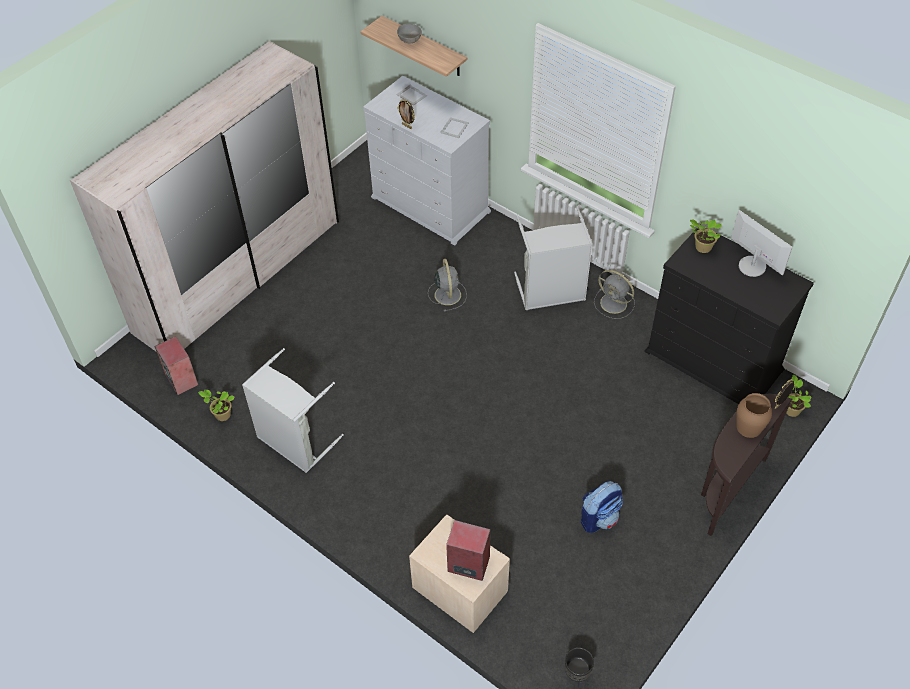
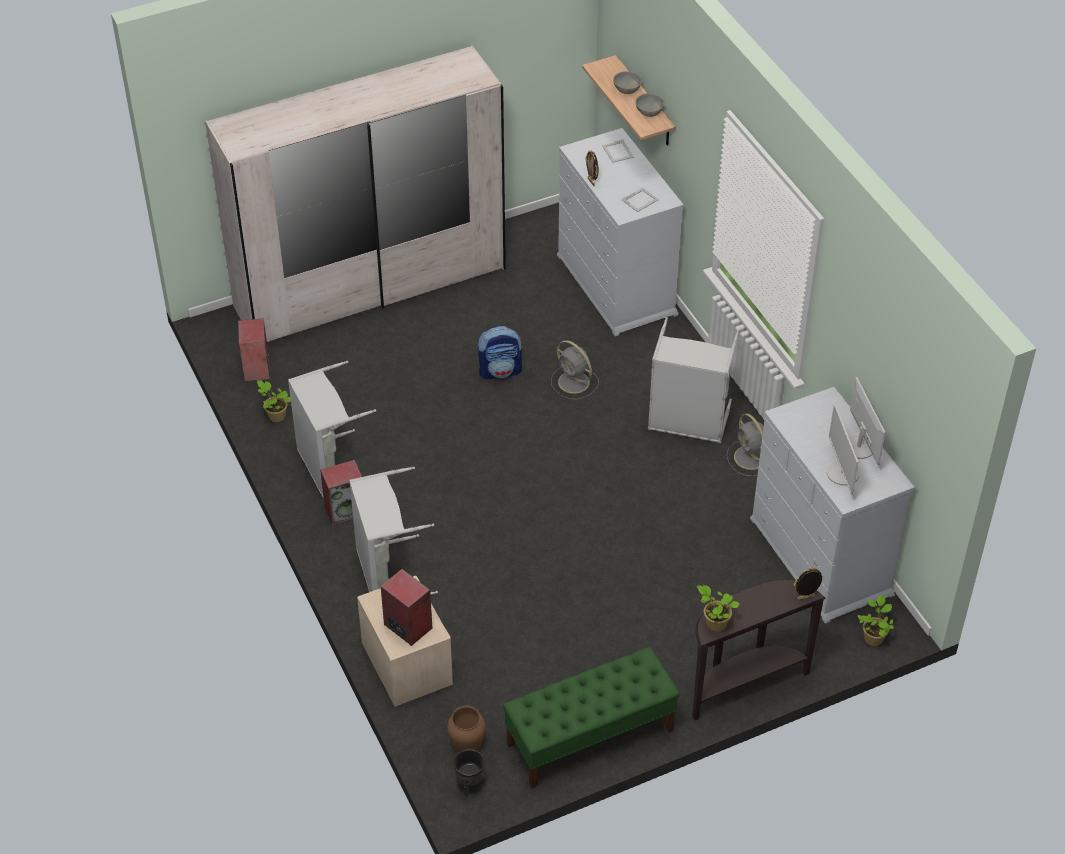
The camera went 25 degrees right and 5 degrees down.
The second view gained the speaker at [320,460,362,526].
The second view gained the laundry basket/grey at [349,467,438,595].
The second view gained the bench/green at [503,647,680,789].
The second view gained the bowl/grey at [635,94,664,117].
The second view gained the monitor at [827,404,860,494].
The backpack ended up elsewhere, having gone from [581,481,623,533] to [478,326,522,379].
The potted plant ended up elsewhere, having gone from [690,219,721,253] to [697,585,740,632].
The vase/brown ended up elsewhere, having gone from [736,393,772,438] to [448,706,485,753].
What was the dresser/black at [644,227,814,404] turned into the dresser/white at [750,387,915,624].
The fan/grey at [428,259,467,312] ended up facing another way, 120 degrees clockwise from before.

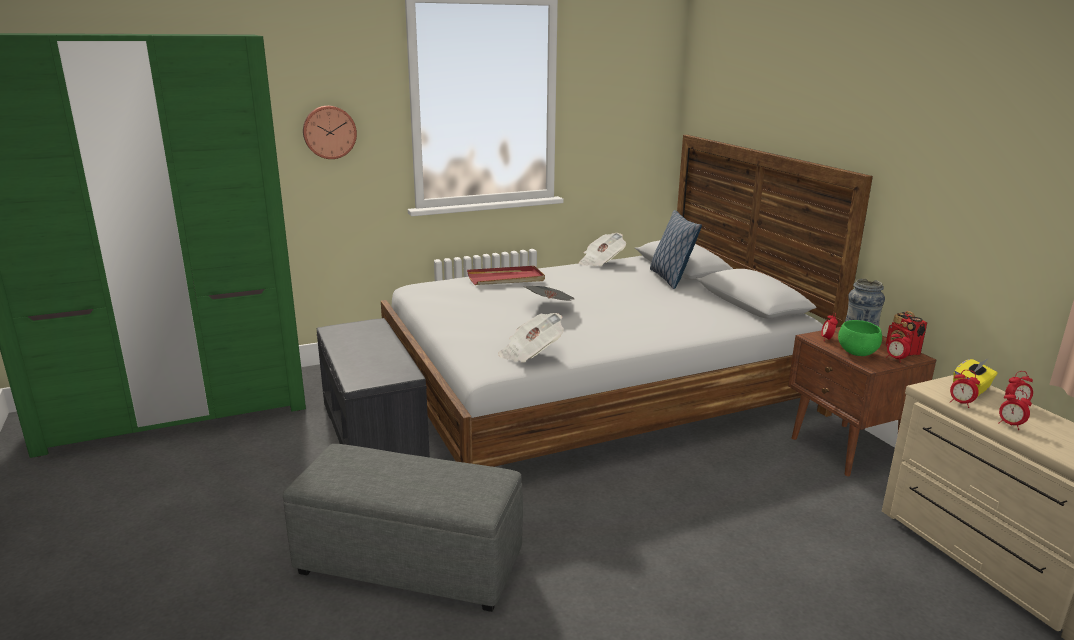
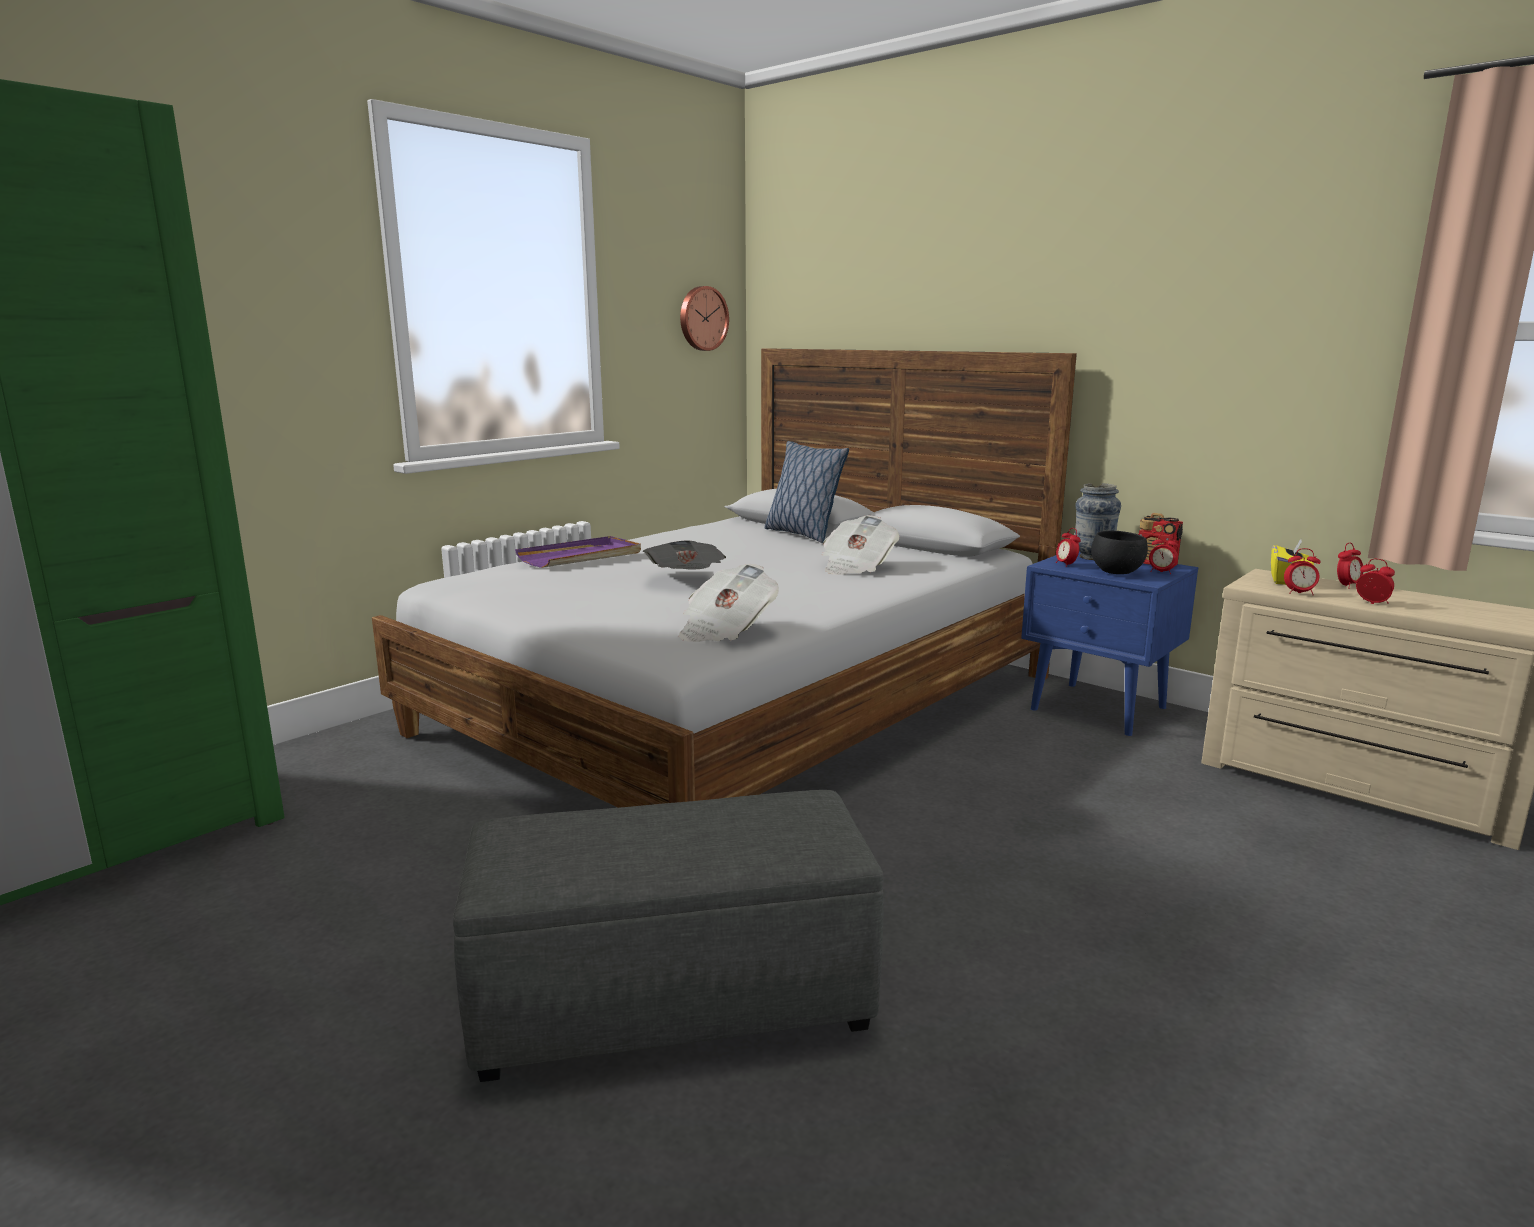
The camera went 25 degrees left and 5 degrees down.
The second view lost the bench/grey at [317,318,430,458].
The wall clock ended up elsewhere, having gone from [303,106,357,159] to [680,286,729,351].
The newspaper ended up elsewhere, having gone from [579,233,626,266] to [822,515,899,575].
What was the tray/red at [467,266,545,285] turned into the tray/purple at [515,536,641,568].
What was the nightstand/brown at [788,327,936,476] turned into the nightstand/blue at [1021,552,1198,736].
What was the bowl/green at [838,320,882,356] turned into the bowl/black at [1091,531,1148,574].
The alarm clock at [998,390,1032,430] ended up facing another way, 150 degrees counterclockwise from before.

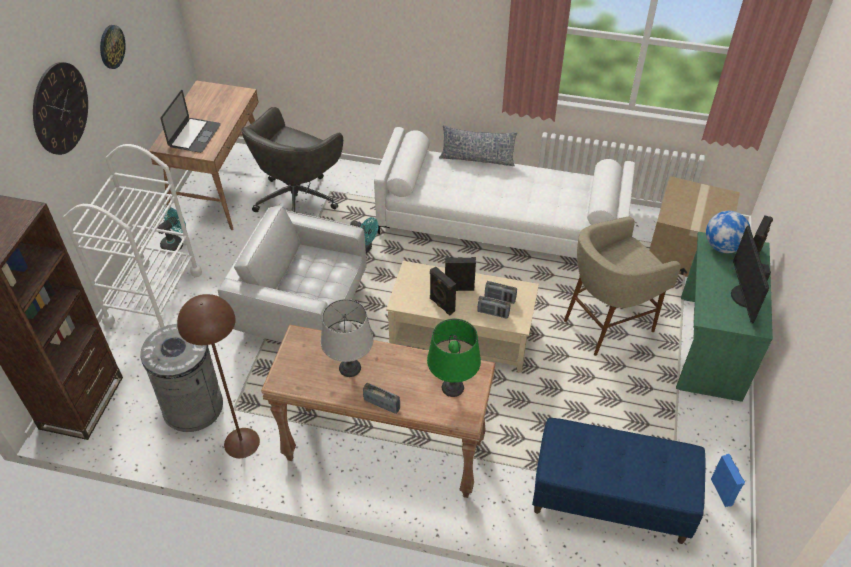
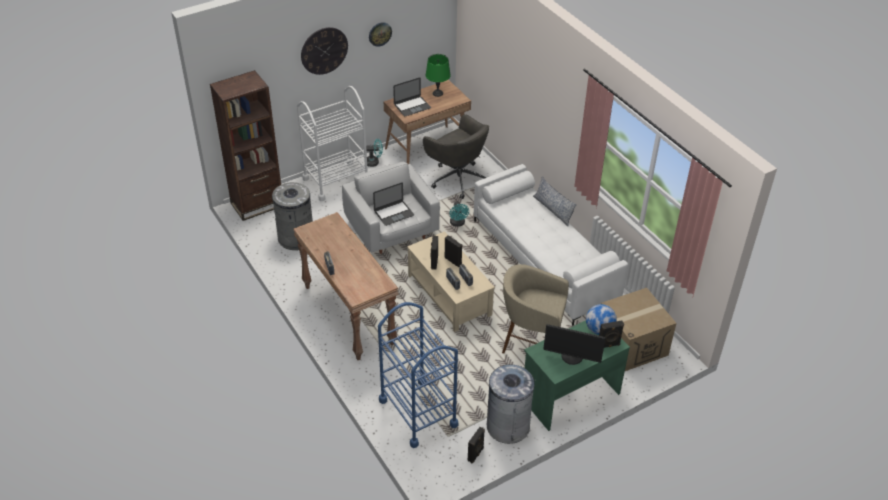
The camera went 45 degrees right and 5 degrees down.
The second view lost the floor lamp/brown at [177,294,260,458].
The second view lost the table lamp/grey at [321,299,374,377].
The second view gained the laptop at [373,183,414,226].
The second view gained the trash can/grey at [487,365,535,444].
The table lamp/green ended up elsewhere, having gone from [427,319,481,397] to [426,54,451,97].
Where the bench/blue stood at [532,418,706,544], the cart/blue came to stand at [378,302,459,448].
What was the speaker/blue at [711,454,745,507] turned into the speaker/black at [468,427,485,463].
The office chair/grey at [241,107,343,212] ended up facing another way, 120 degrees counterclockwise from before.
The monitor at [731,226,771,324] ended up facing another way, 120 degrees counterclockwise from before.

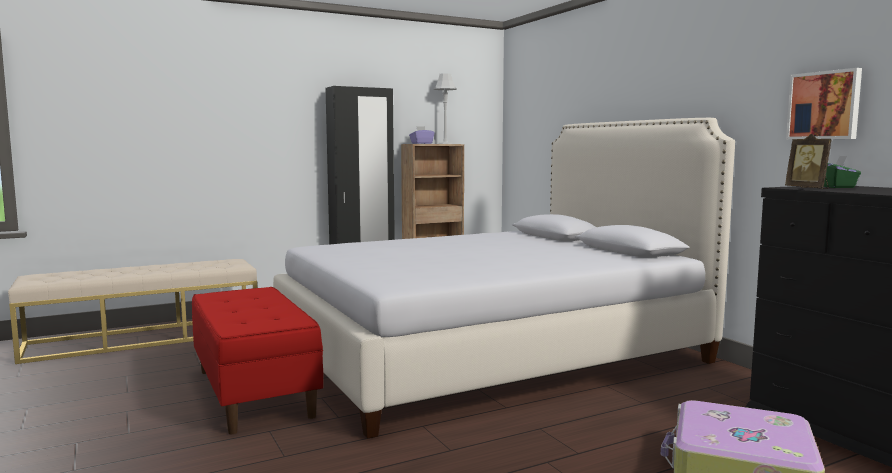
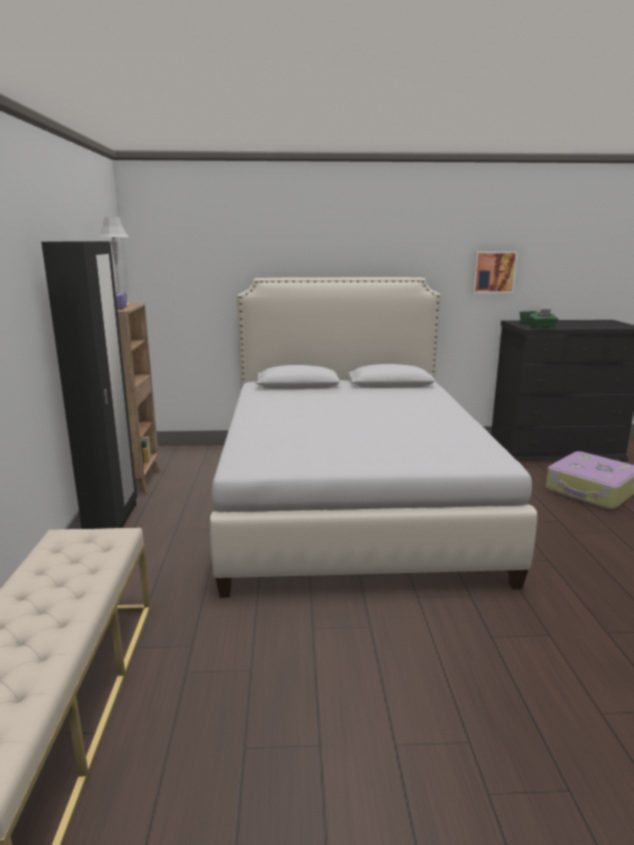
The camera went 65 degrees left and 10 degrees up.
The second view lost the bench/red at [192,287,323,434].
Where the picture frame stood at [785,134,832,189], the tissue box/green came to stand at [530,309,558,329].

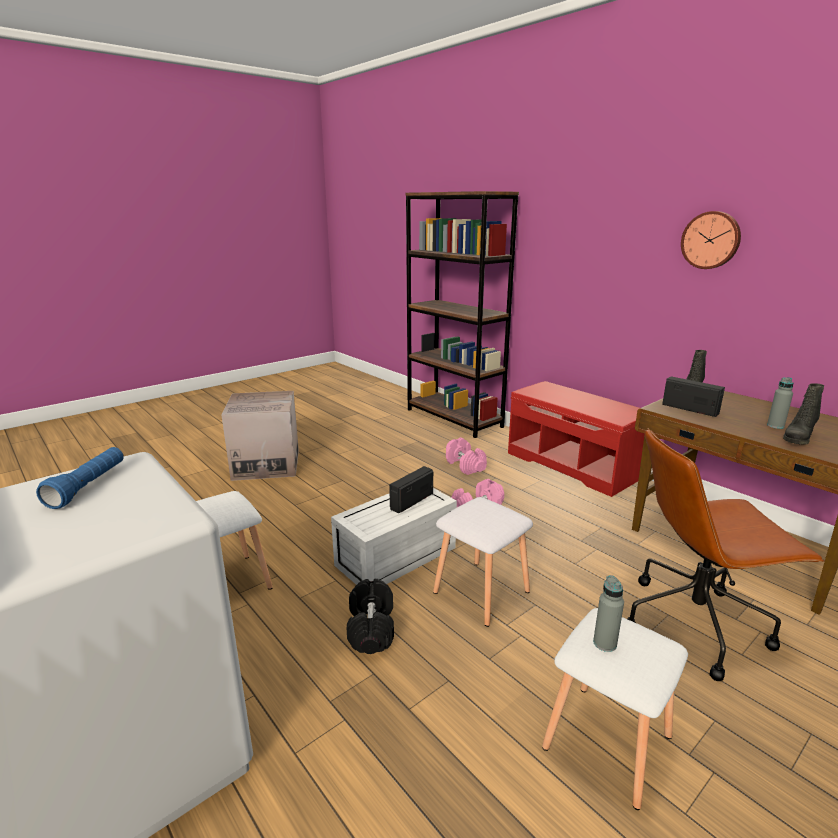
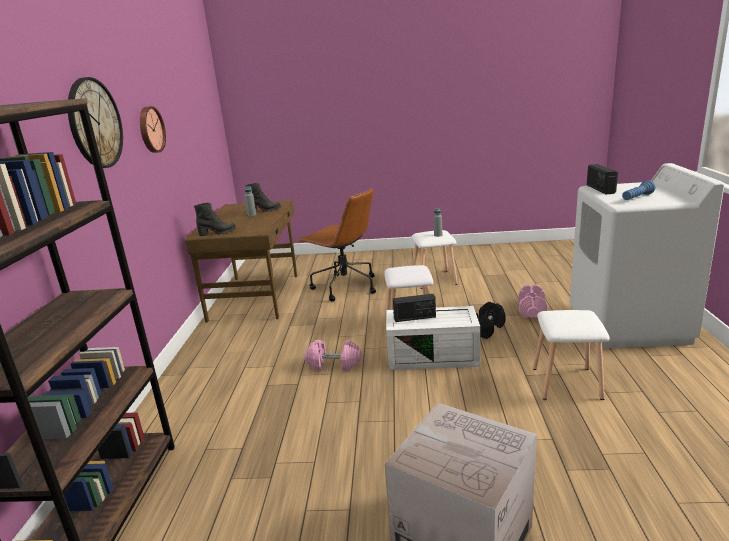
The camera went 135 degrees left and 0 degrees up.
The second view lost the bench/red at [508,381,645,497].
The second view gained the wall clock at [68,77,123,168].
The dumbbell/pink ended up elsewhere, having gone from [446,438,487,475] to [518,284,547,318].
The radio ended up elsewhere, having gone from [662,376,725,417] to [587,164,618,194].

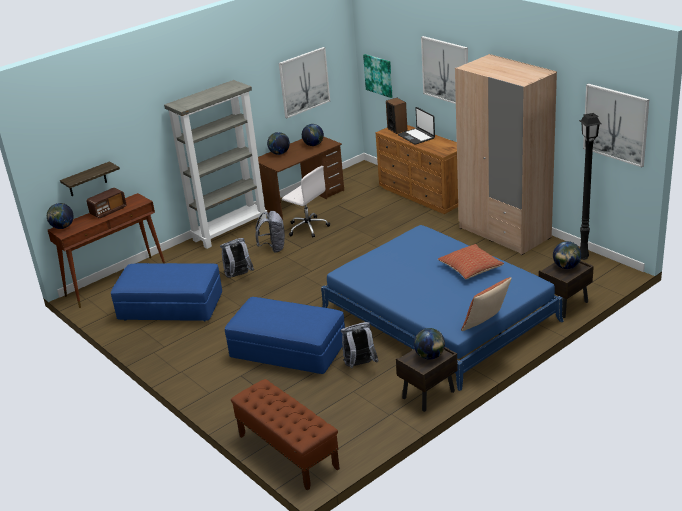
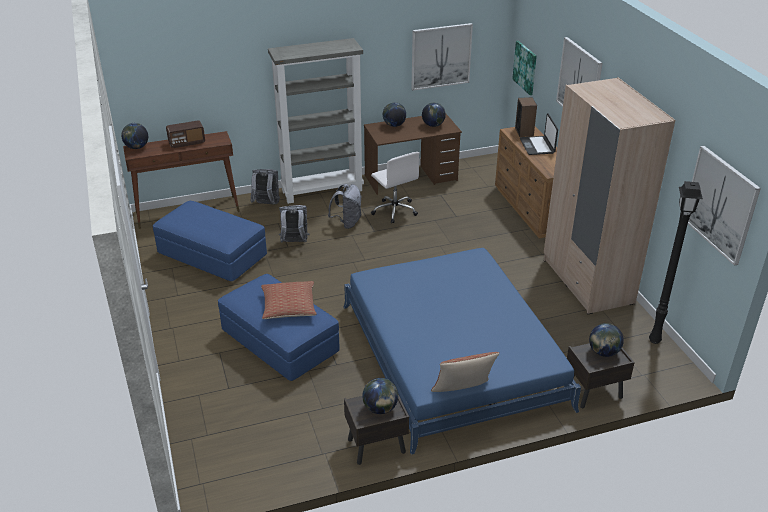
The camera went 20 degrees right and 5 degrees up.
The second view lost the shelf at [60,161,120,196].
The second view lost the bench/brown at [231,379,340,491].
The backpack/grey ended up elsewhere, having gone from [341,322,379,368] to [250,169,280,204].
The pillow ended up elsewhere, having gone from [438,244,504,279] to [261,281,317,319].

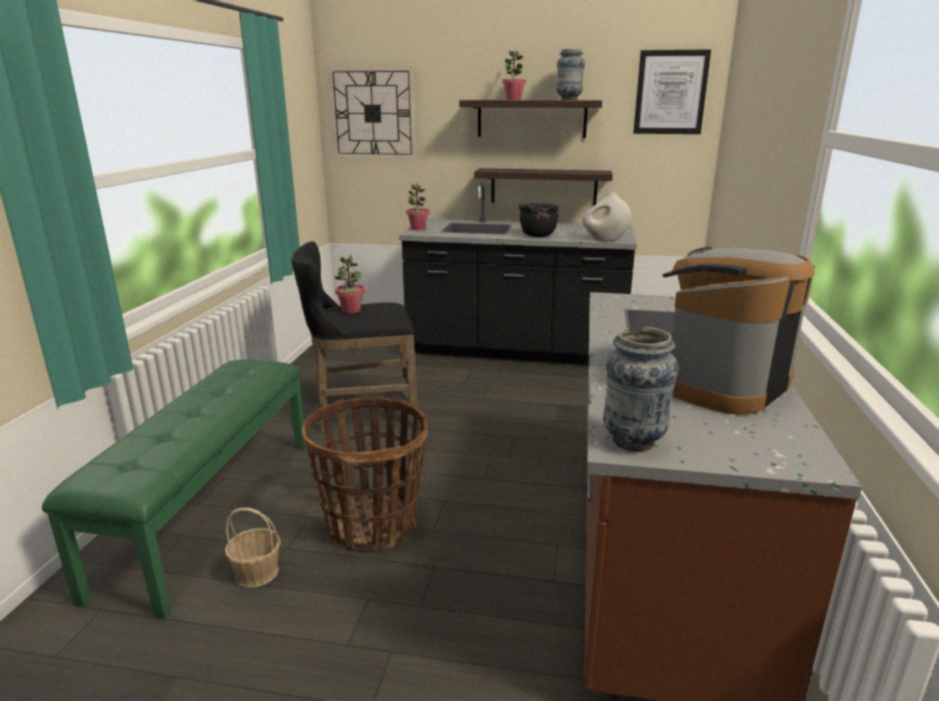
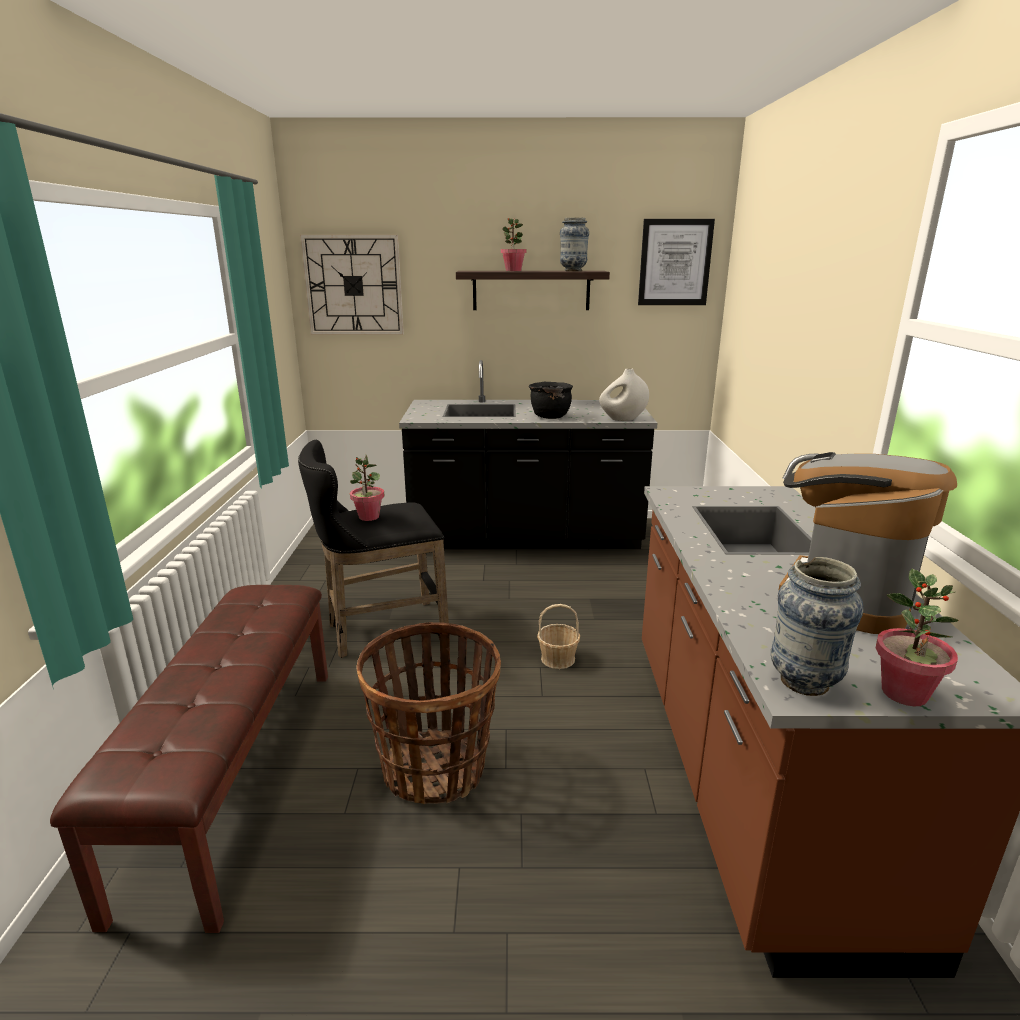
The camera went 10 degrees left and 0 degrees up.
The second view lost the shelf at [474,168,613,206].
The basket ended up elsewhere, having gone from [225,508,281,588] to [537,604,580,669].
The potted plant ended up elsewhere, having gone from [406,184,429,230] to [876,569,959,706].
What was the bench/green at [42,360,305,619] turned into the bench/brown at [50,585,328,933].

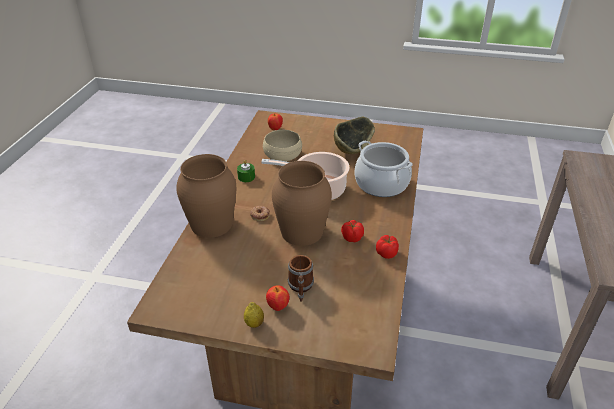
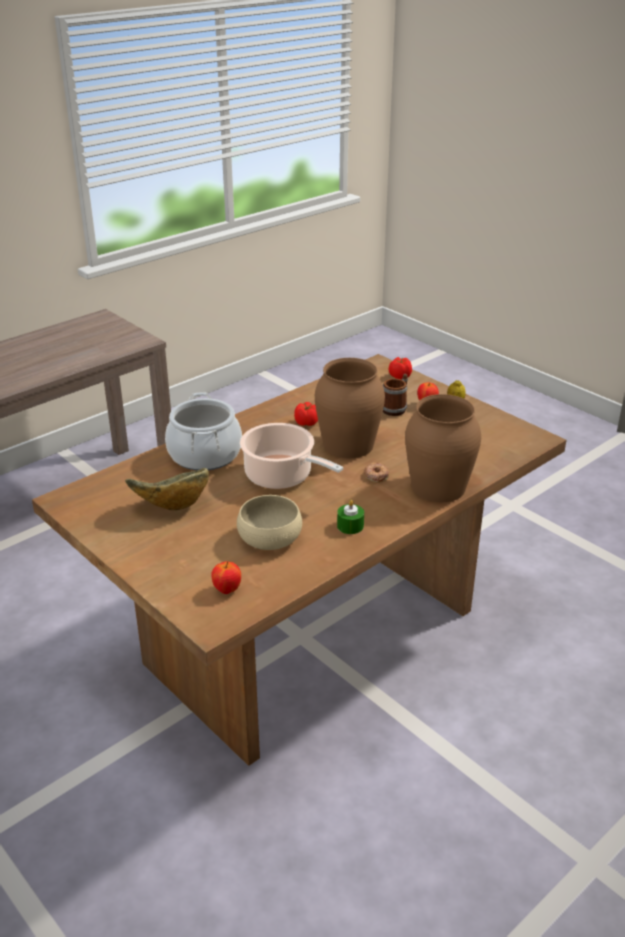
The camera went 145 degrees left and 5 degrees down.
The tomato ended up elsewhere, having gone from [376,235,399,259] to [389,357,412,379].

